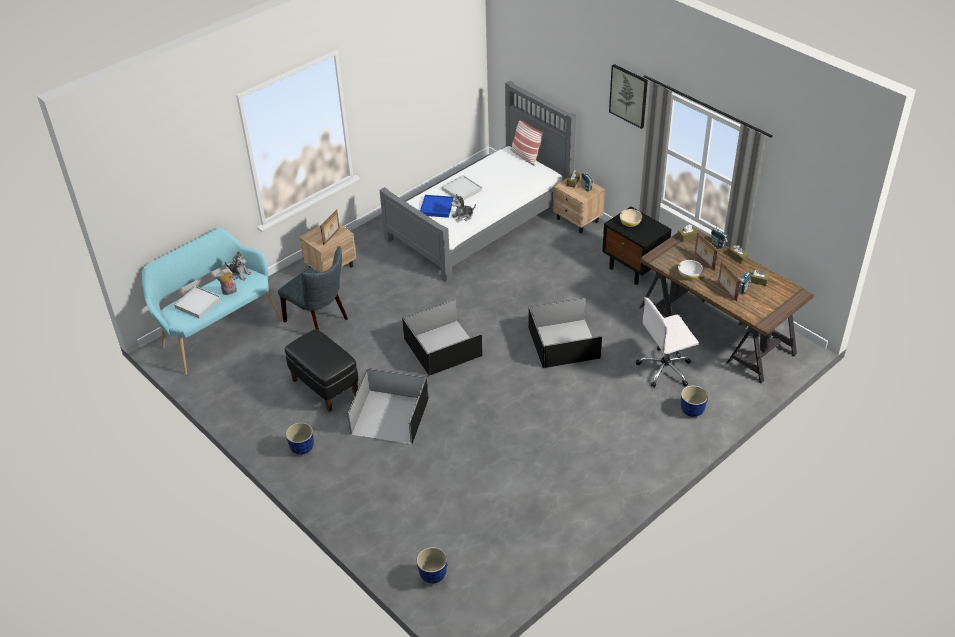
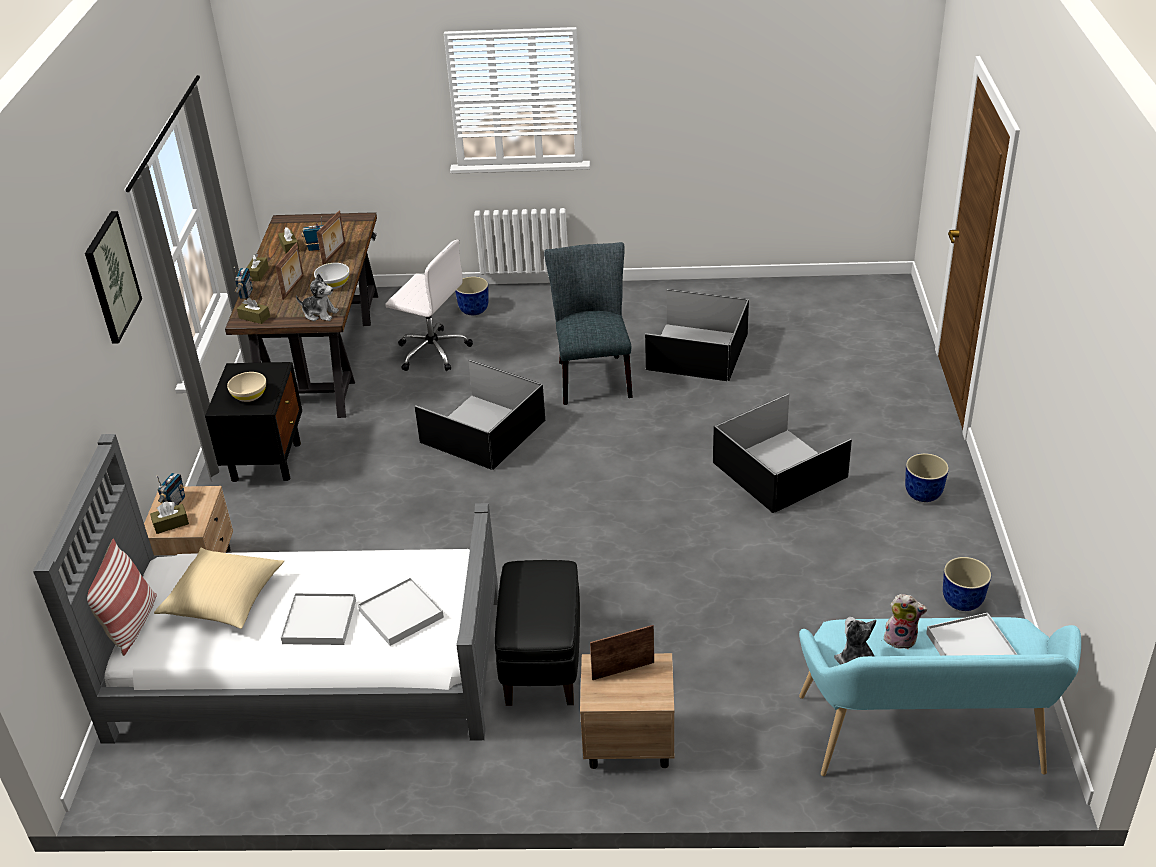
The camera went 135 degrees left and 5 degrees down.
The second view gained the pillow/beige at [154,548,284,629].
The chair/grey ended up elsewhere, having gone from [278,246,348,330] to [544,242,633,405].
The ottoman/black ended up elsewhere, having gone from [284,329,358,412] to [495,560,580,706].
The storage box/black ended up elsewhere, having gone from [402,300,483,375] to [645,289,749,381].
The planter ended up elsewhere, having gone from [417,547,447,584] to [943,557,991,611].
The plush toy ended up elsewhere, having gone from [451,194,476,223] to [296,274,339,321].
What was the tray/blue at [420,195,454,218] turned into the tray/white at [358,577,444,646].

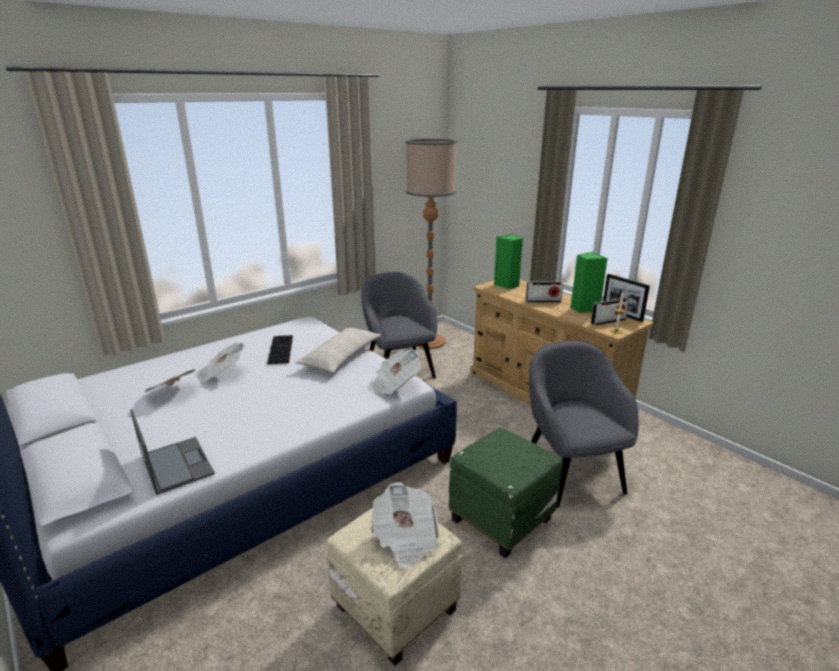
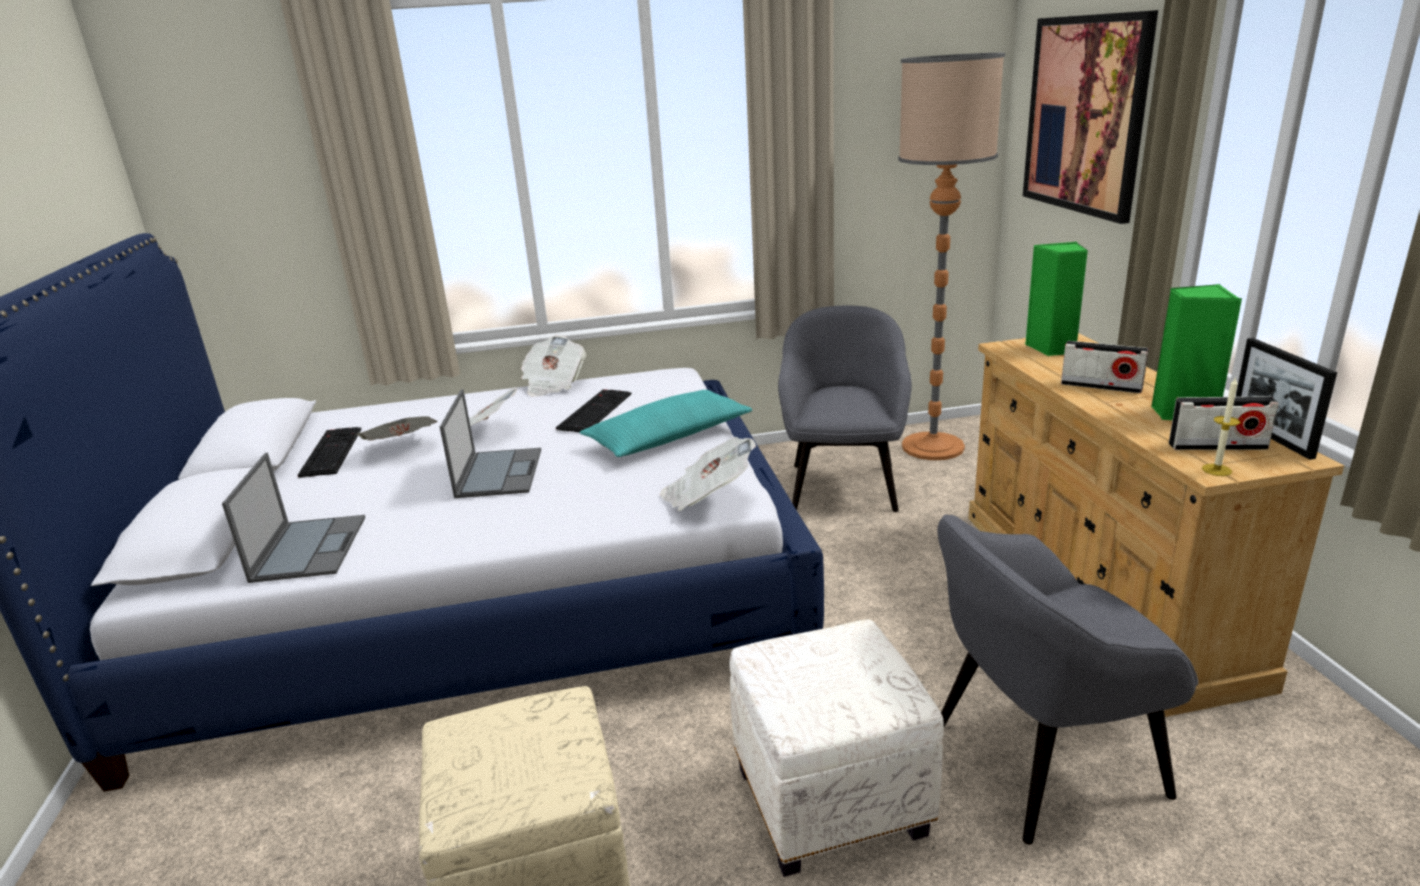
The camera went 30 degrees right and 0 degrees up.
The second view gained the keyboard at [298,427,361,478].
The second view gained the laptop at [440,389,541,498].
The second view gained the picture at [1023,10,1158,224].
The newspaper ended up elsewhere, having gone from [371,482,440,569] to [520,335,586,397].
What was the pillow/beige at [295,328,381,373] turned into the pillow/turquoise at [579,390,752,457].
What was the ottoman/green at [449,428,562,558] turned into the ottoman/white at [730,620,944,877].
The armchair/grey at [529,341,639,508] ended up facing another way, 120 degrees counterclockwise from before.

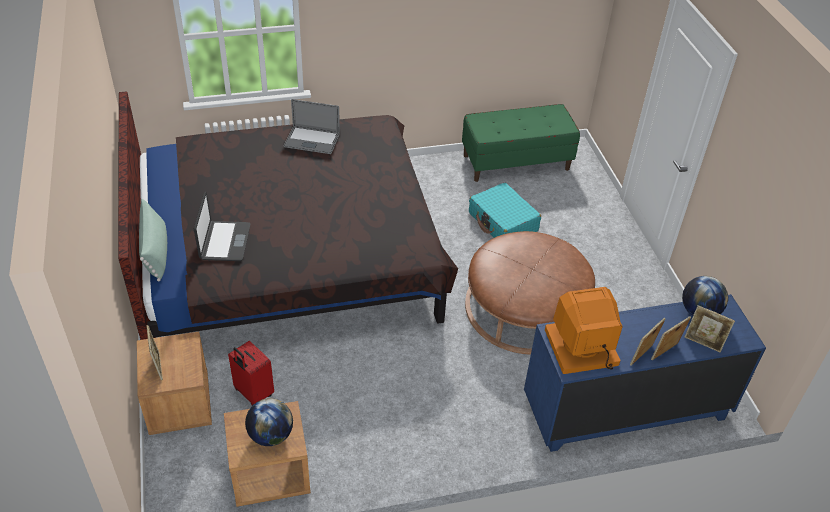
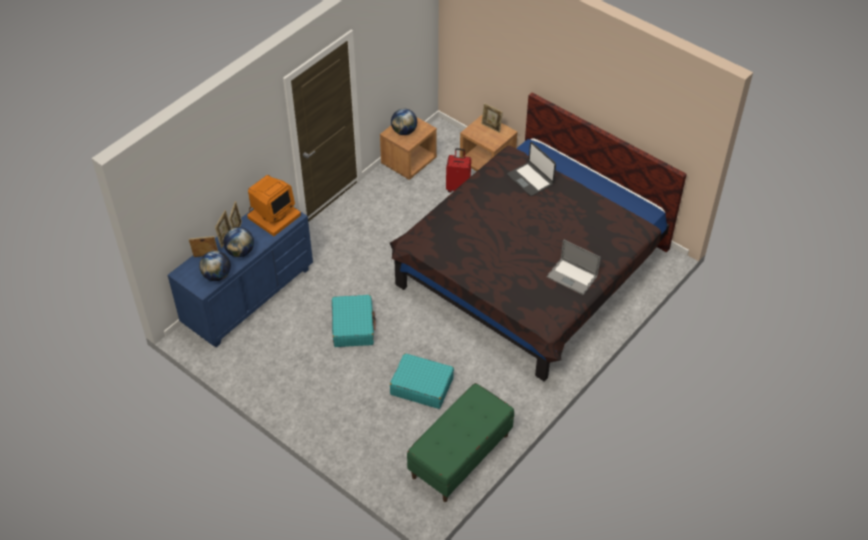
The camera went 145 degrees right and 5 degrees up.
The second view lost the pillow/green at [139,199,167,281].
The second view gained the globe at [223,227,254,257].
Where the ottoman/brown stood at [465,231,595,355], the suitcase/turquoise came to stand at [332,295,376,347].
The laptop at [284,99,340,154] ended up facing another way, 120 degrees counterclockwise from before.

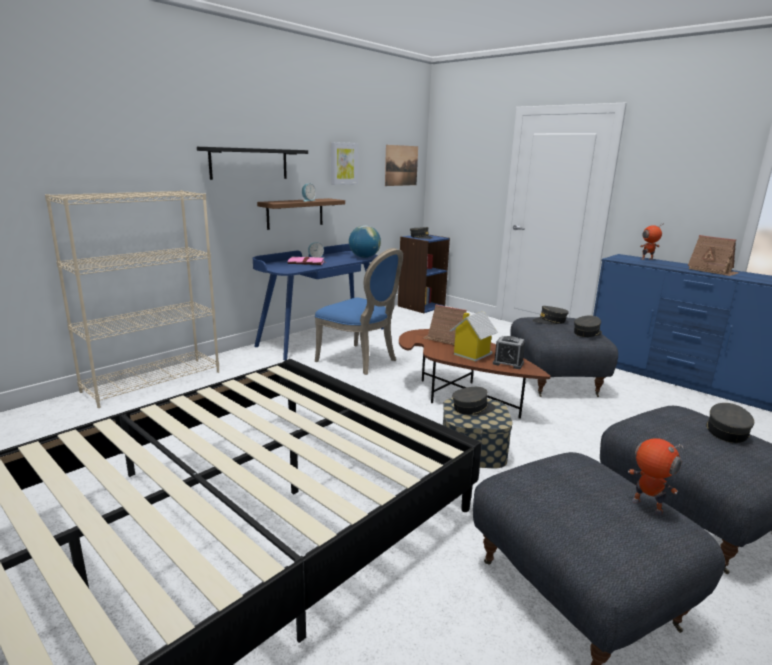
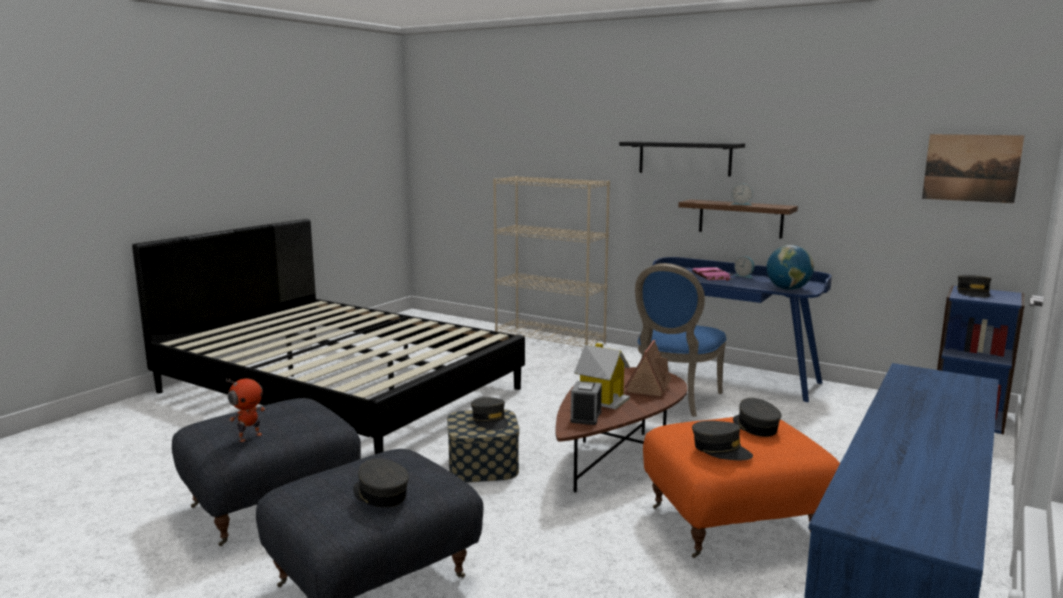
The camera went 80 degrees right and 5 degrees down.
The second view lost the picture at [331,142,358,185].
The second view lost the toy robot at [641,223,664,260].
The second view lost the toy house at [688,235,739,276].
What was the ottoman/grey at [510,317,618,397] turned into the ottoman/orange at [643,417,840,558].
The cap/grey at [706,403,754,443] ended up facing another way, 150 degrees counterclockwise from before.

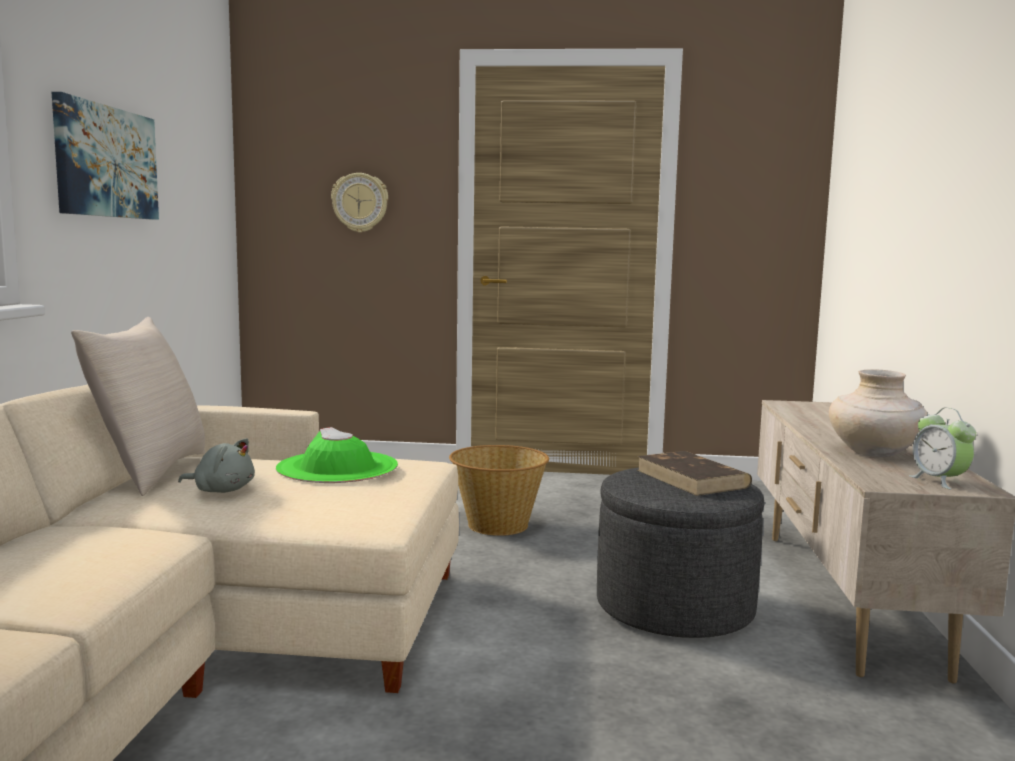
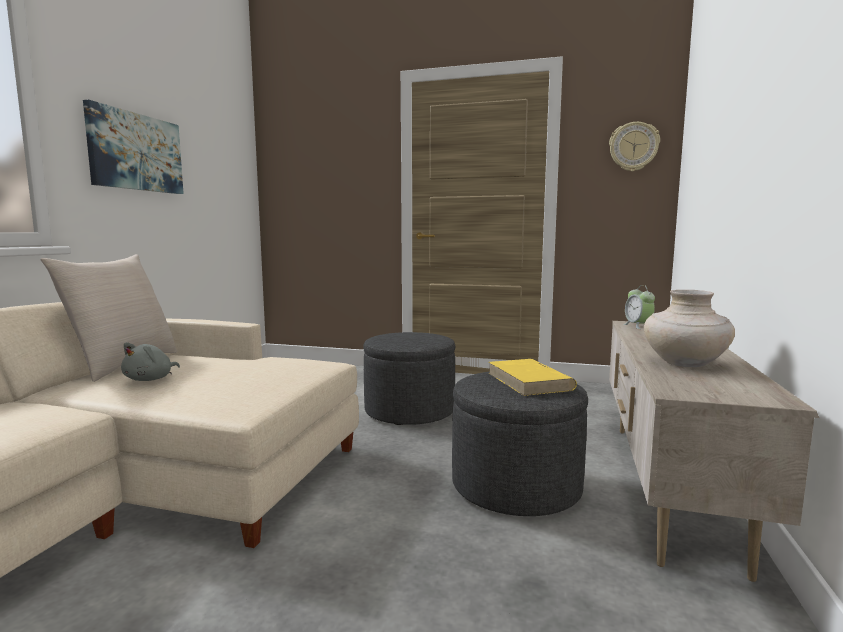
The camera went 10 degrees right and 0 degrees up.
The second view lost the hat/green at [276,427,398,483].
The wall clock ended up elsewhere, having gone from [331,173,388,233] to [609,122,660,172].
The alarm clock ended up elsewhere, having gone from [909,408,976,490] to [624,285,655,329].
Where the basket stood at [449,445,549,536], the ottoman/grey came to stand at [363,332,455,425].
What was the book/brown at [637,451,752,496] turned into the book/yellow at [488,359,577,396].
The plush toy/grey at [178,438,255,493] ended up facing another way, 90 degrees clockwise from before.

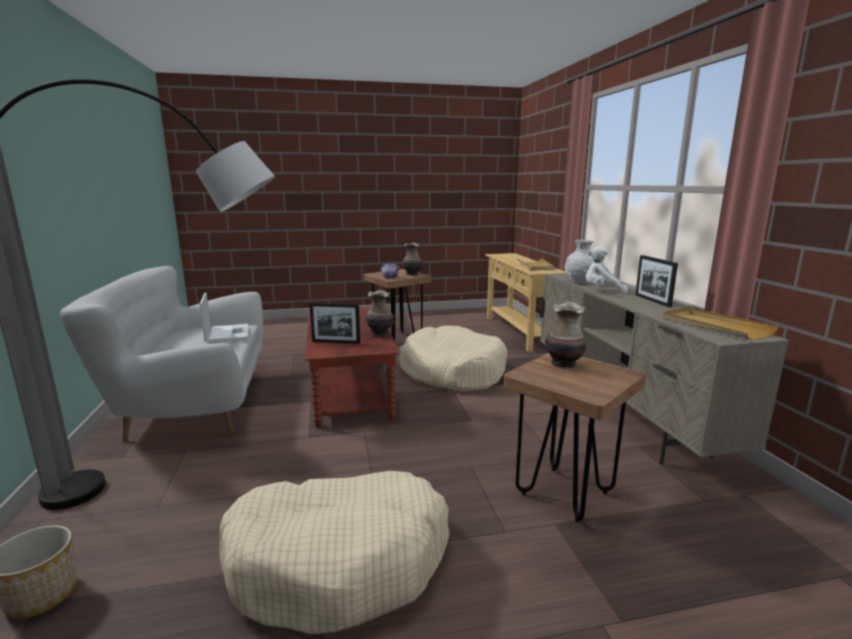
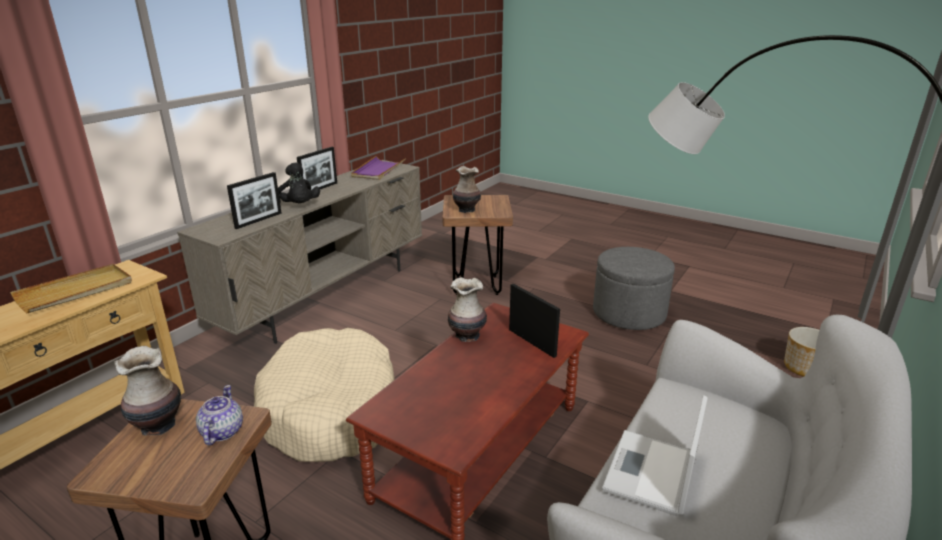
The camera went 135 degrees left and 10 degrees up.
Where the dog bed/beige stood at [219,471,449,634], the ottoman/grey came to stand at [593,247,675,330].
Where the vase/white stood at [565,240,594,283], the picture frame came to stand at [227,172,282,229].
What was the plush toy/white at [586,246,628,293] turned into the plush toy/black at [278,162,320,203].
What was the tray/beige at [663,307,779,340] turned into the tray/purple at [351,156,406,180].

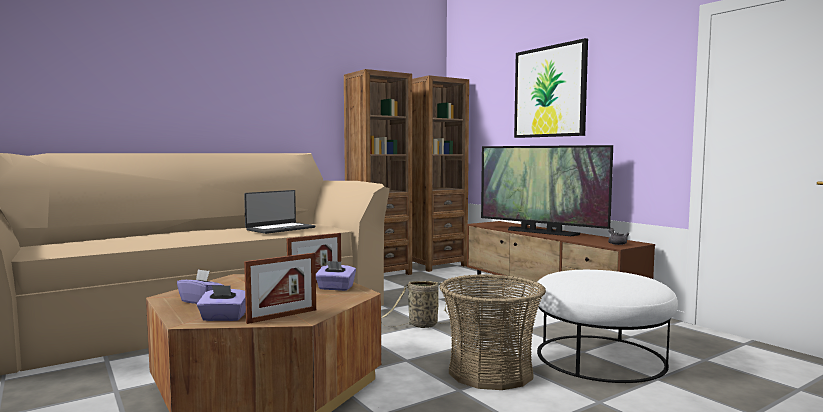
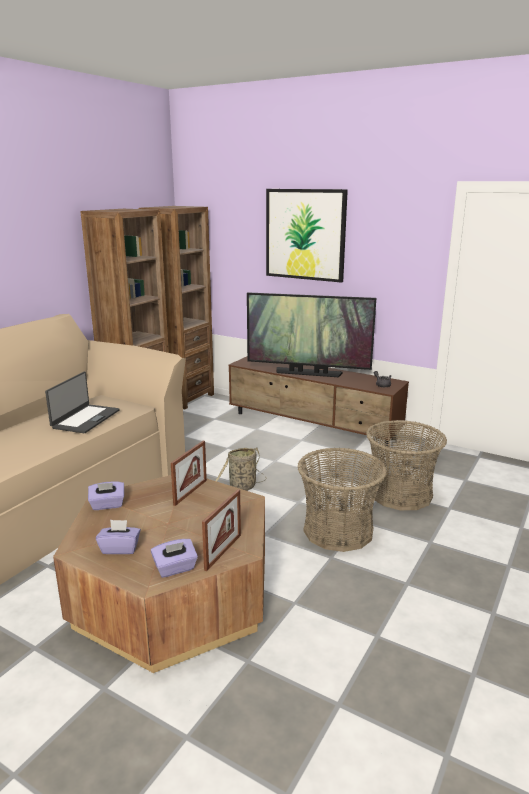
The camera went 25 degrees left and 15 degrees up.
The tissue box/purple ended up elsewhere, having gone from [316,261,356,291] to [88,482,124,510].
Where the ottoman/white stood at [533,270,678,383], the basket came to stand at [366,420,447,510].

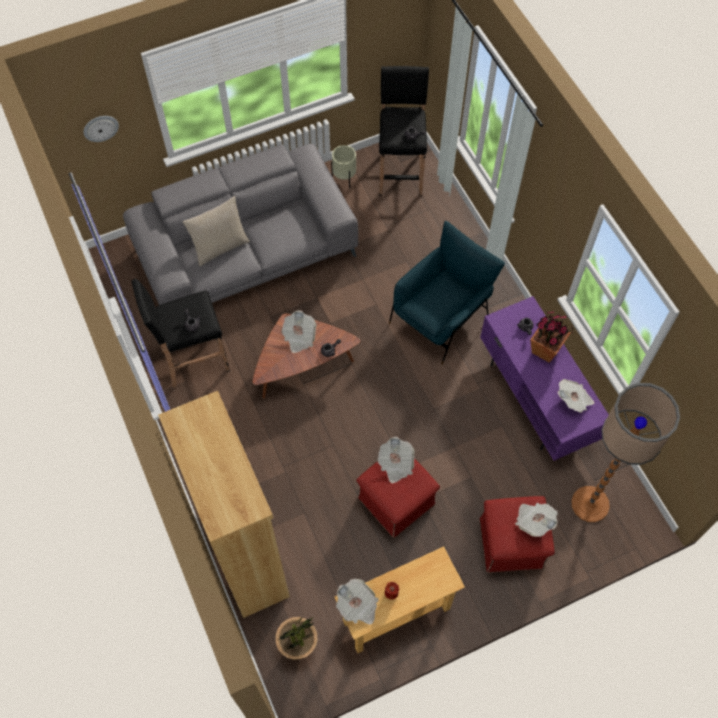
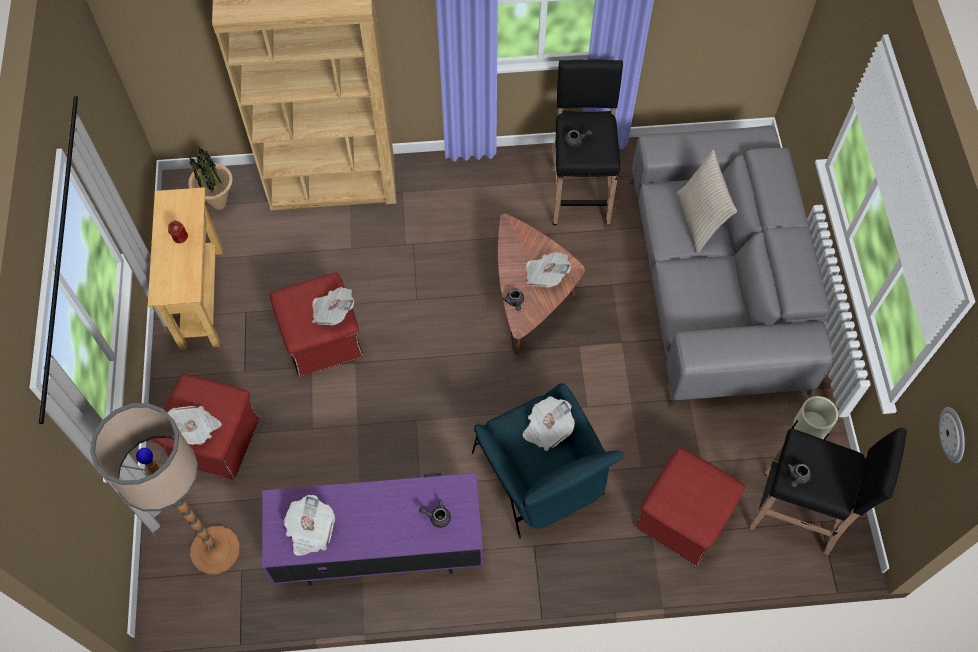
The camera went 110 degrees right and 0 degrees up.
The second view lost the potted plant at [530,311,573,363].
The second view gained the ottoman/red at [635,447,745,566].
The wall clock ended up elsewhere, having gone from [84,116,119,142] to [939,407,965,463].
The newspaper ended up elsewhere, having gone from [336,579,379,625] to [523,396,575,451].

